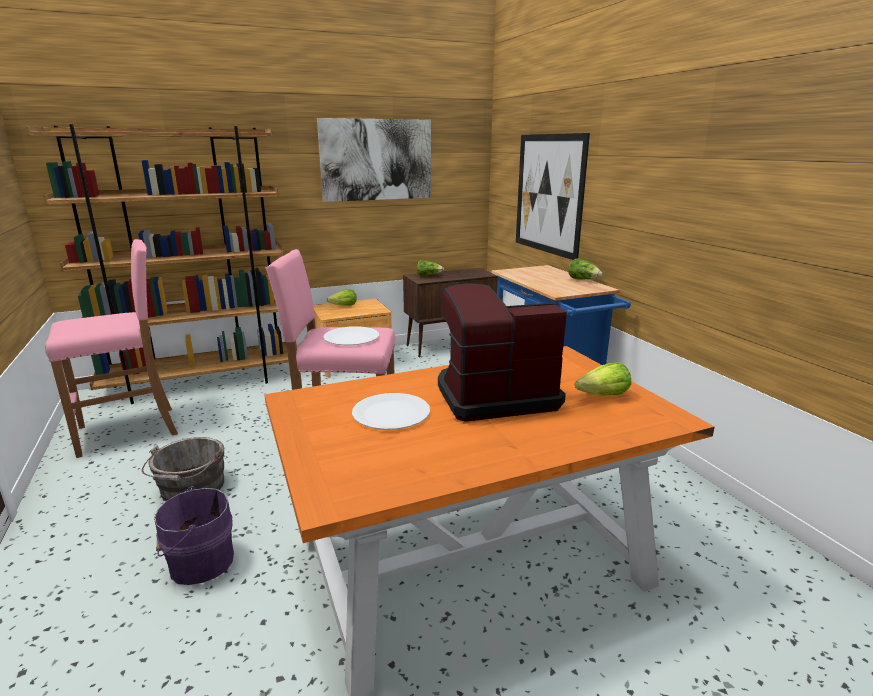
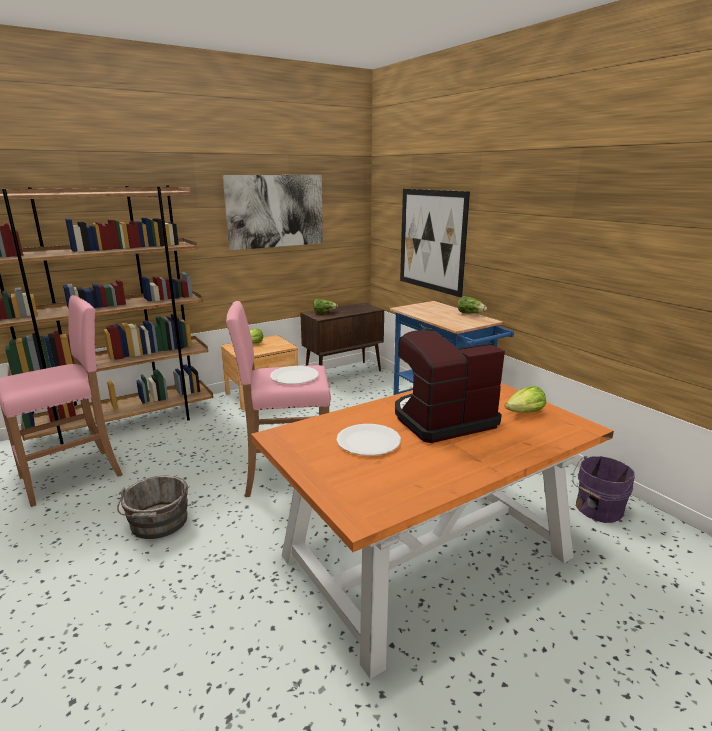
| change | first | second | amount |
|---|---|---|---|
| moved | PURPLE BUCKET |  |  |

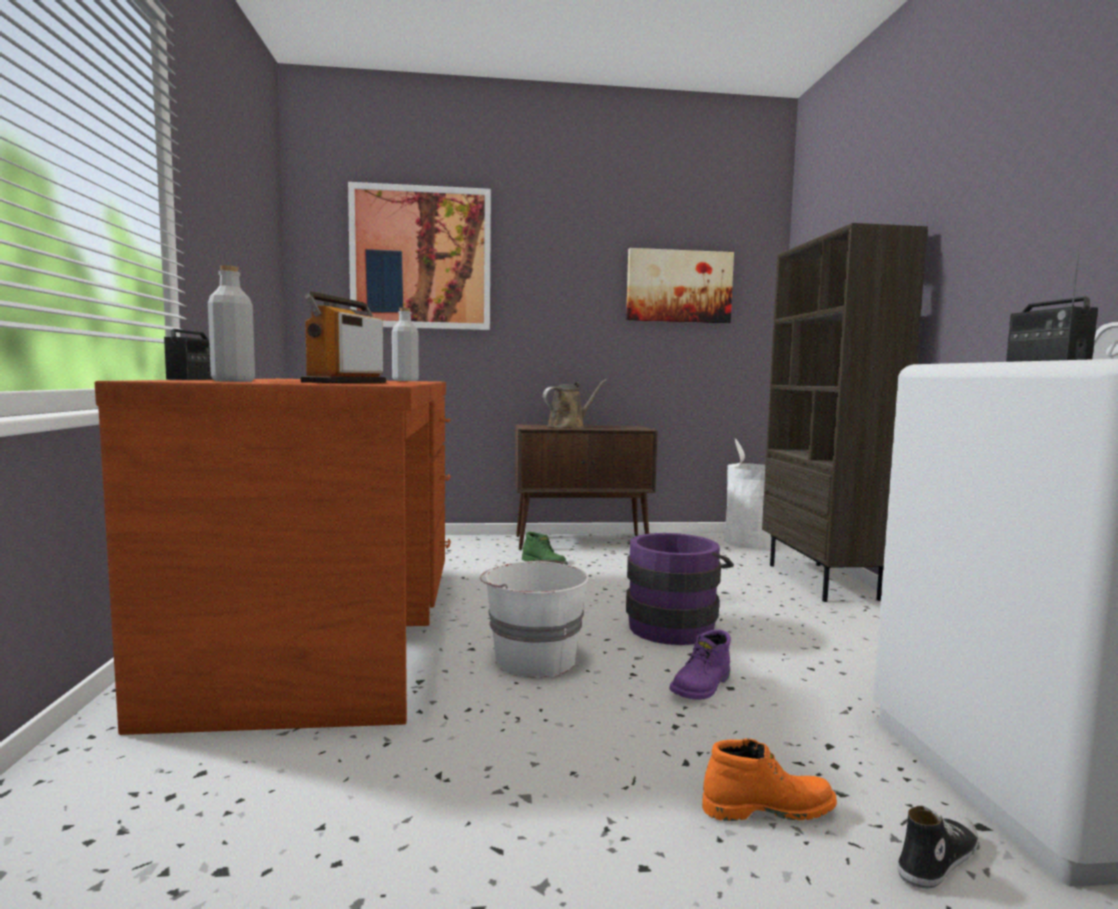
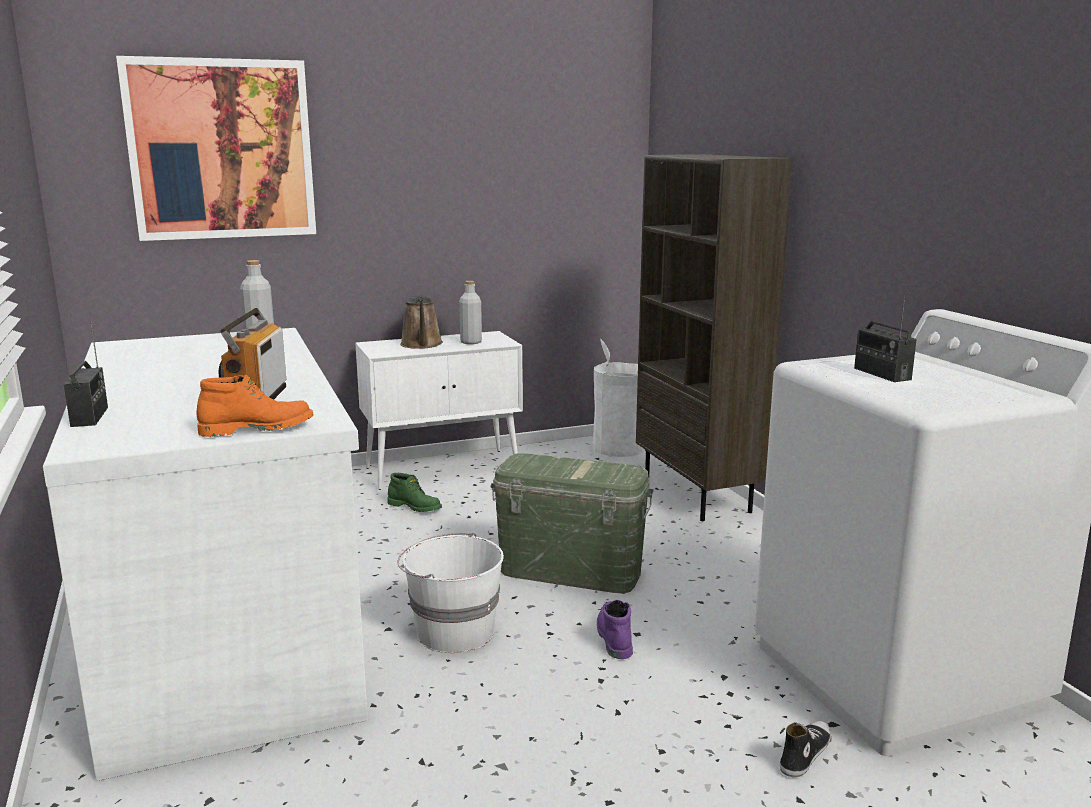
| change | first | second | amount |
|---|---|---|---|
| recoloured | BROWN DESK | WHITE DESK |  |
| moved | GREY BOTTLE (1st from left in the first image) | GREY BOTTLE (2nd from left) |  |
| recoloured | BROWN CABINET | WHITE CABINET |  |
| turned | BROWN WATERING CAN |  | 135 degrees clockwise |
| removed | PICTURE (2nd from left) |  |  |
| replaced | PURPLE BUCKET | GREEN STORAGE BOX |  |
| turned | PURPLE BOOT |  | 150 degrees clockwise |
| moved | ORANGE BOOT |  |  |

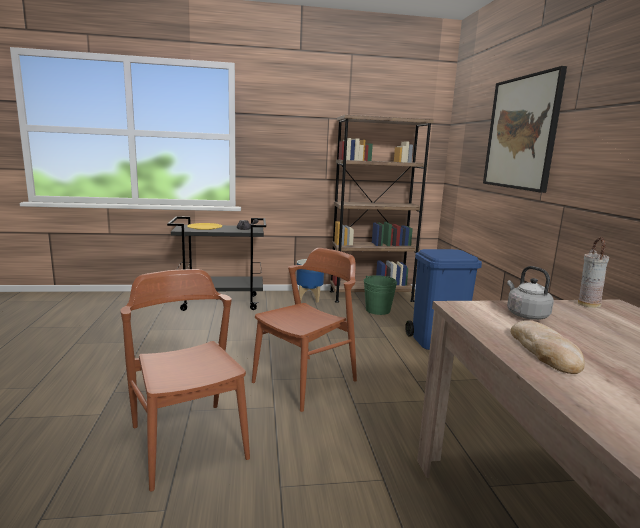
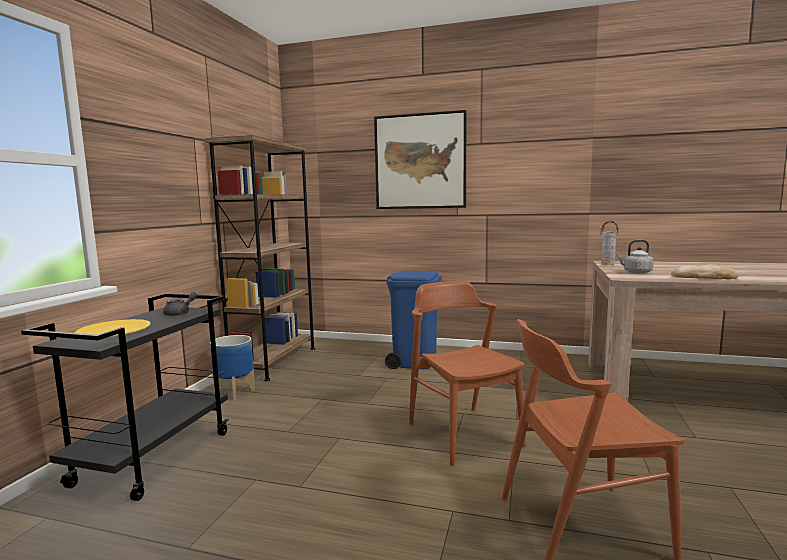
| change | first | second | amount |
|---|---|---|---|
| removed | GREEN BUCKET |  |  |

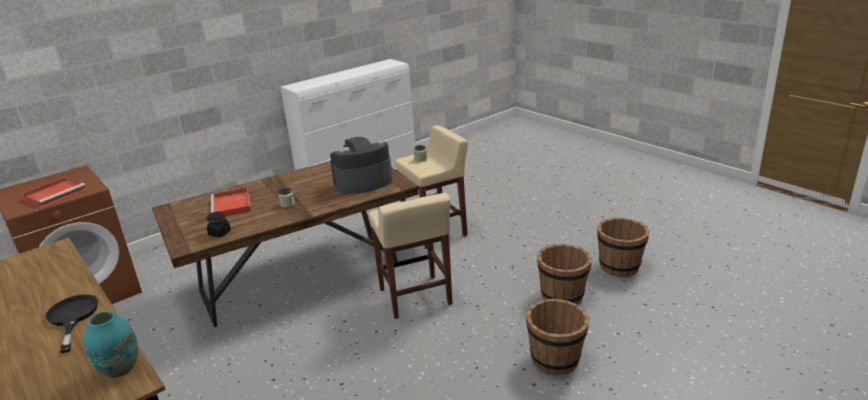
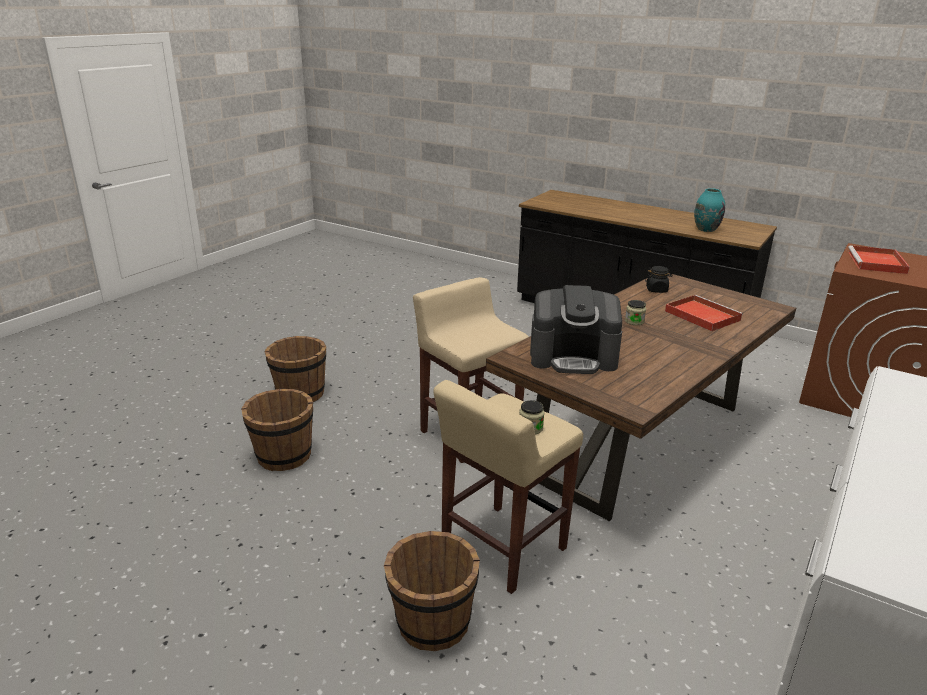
| change | first | second | amount |
|---|---|---|---|
| removed | BLACK FRYING PAN |  |  |
| moved | TURQUOISE VASE |  |  |
| turned | COFFEE MACHINE |  | 45 degrees clockwise |
| moved | BROWN BUCKET (3rd from left) |  |  |

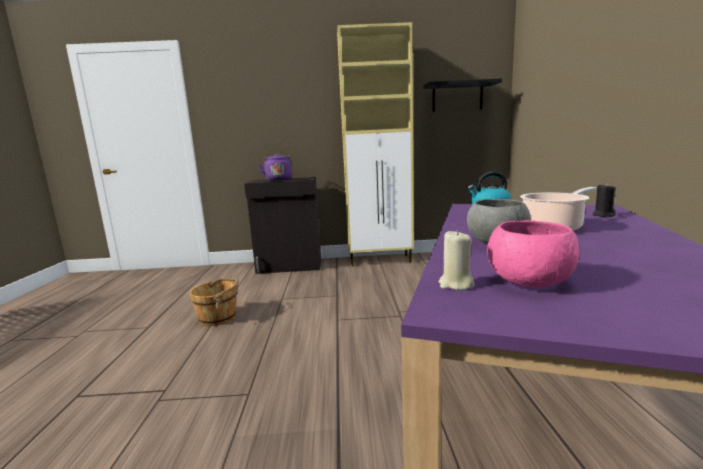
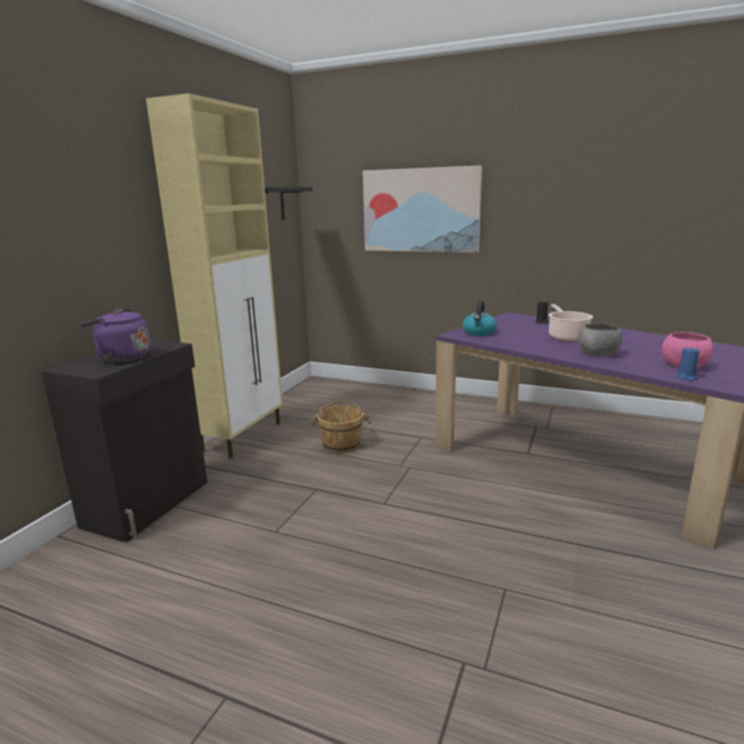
| change | first | second | amount |
|---|---|---|---|
| moved | BROWN BUCKET |  |  |
| recoloured | BEIGE CANDLE | BLUE CANDLE |  |
| added |  | PICTURE |  |

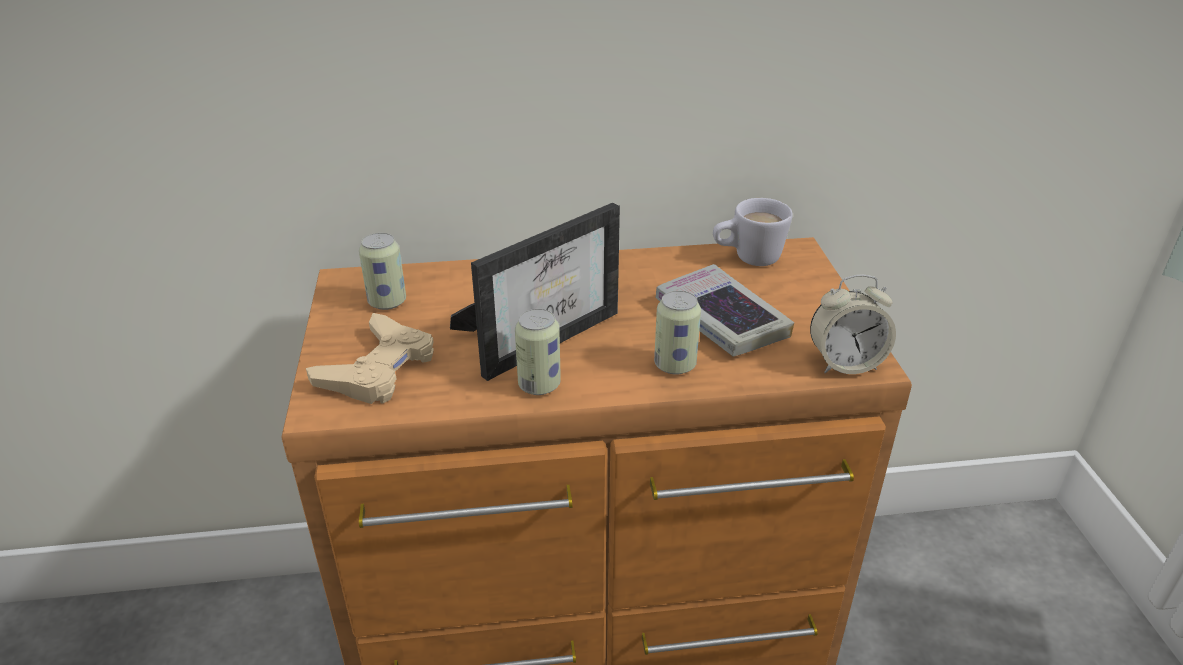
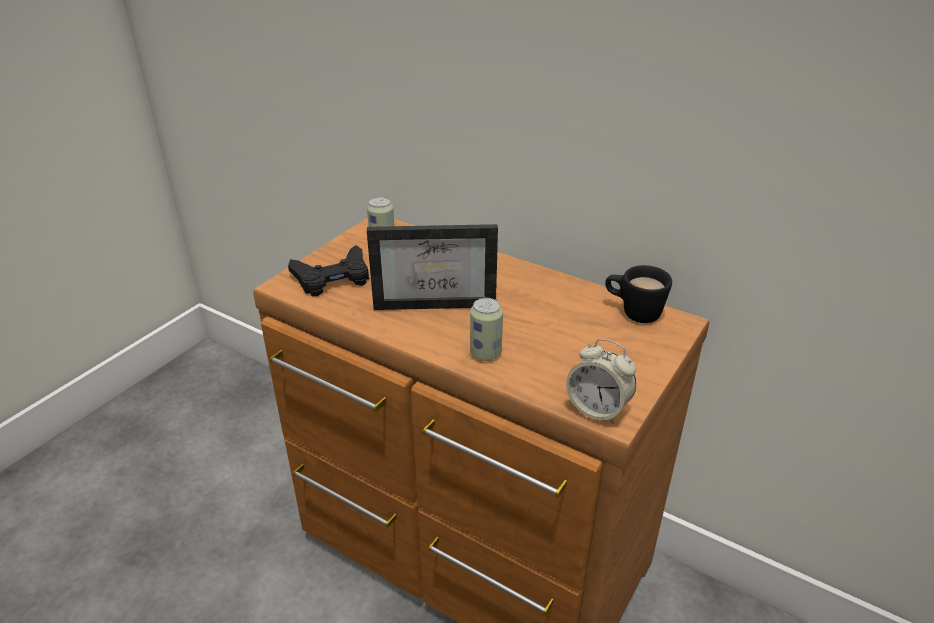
| change | first | second | amount |
|---|---|---|---|
| recoloured | BEIGE GAME CONTROLLER | BLACK GAME CONTROLLER |  |
| removed | CAN (2nd from left) |  |  |
| removed | BOOK |  |  |
| recoloured | WHITE MUG | BLACK MUG |  |

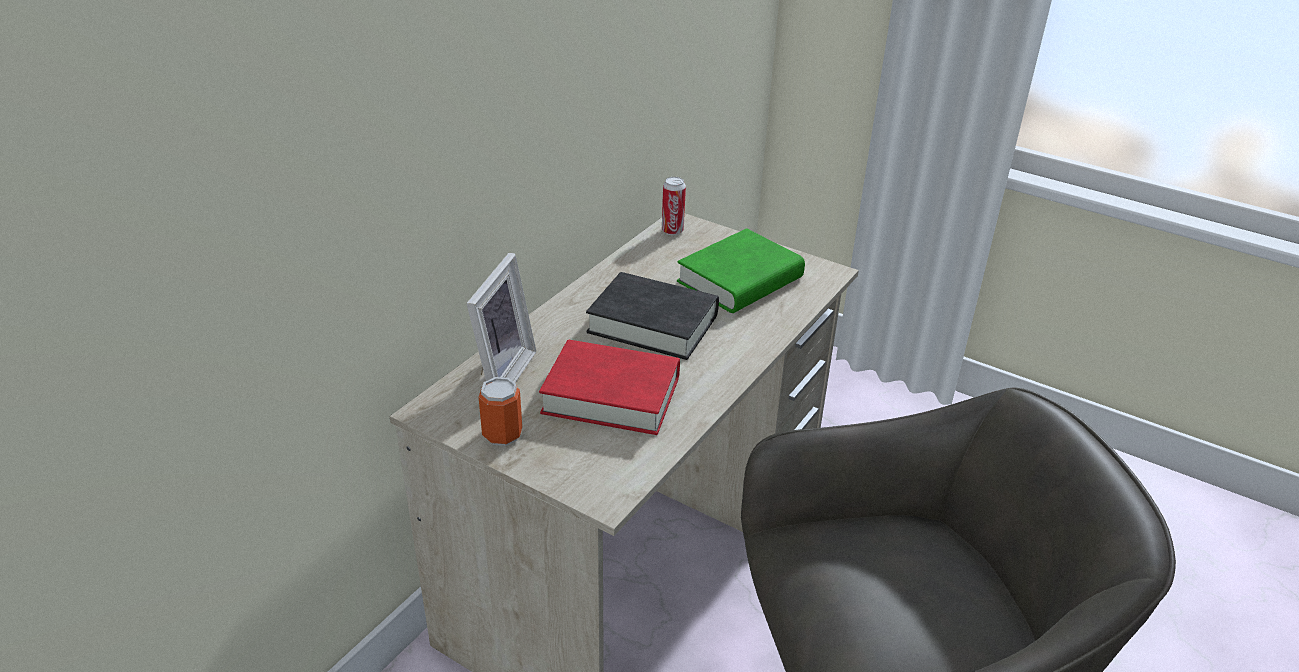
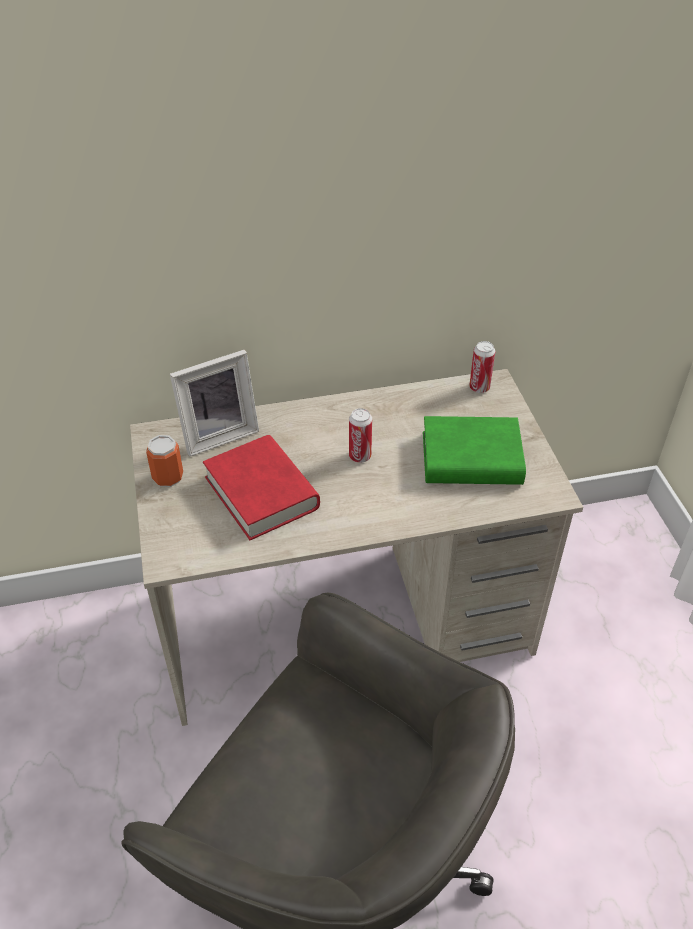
| change | first | second | amount |
|---|---|---|---|
| replaced | BLACK BOOK | CAN (2nd from left) |  |

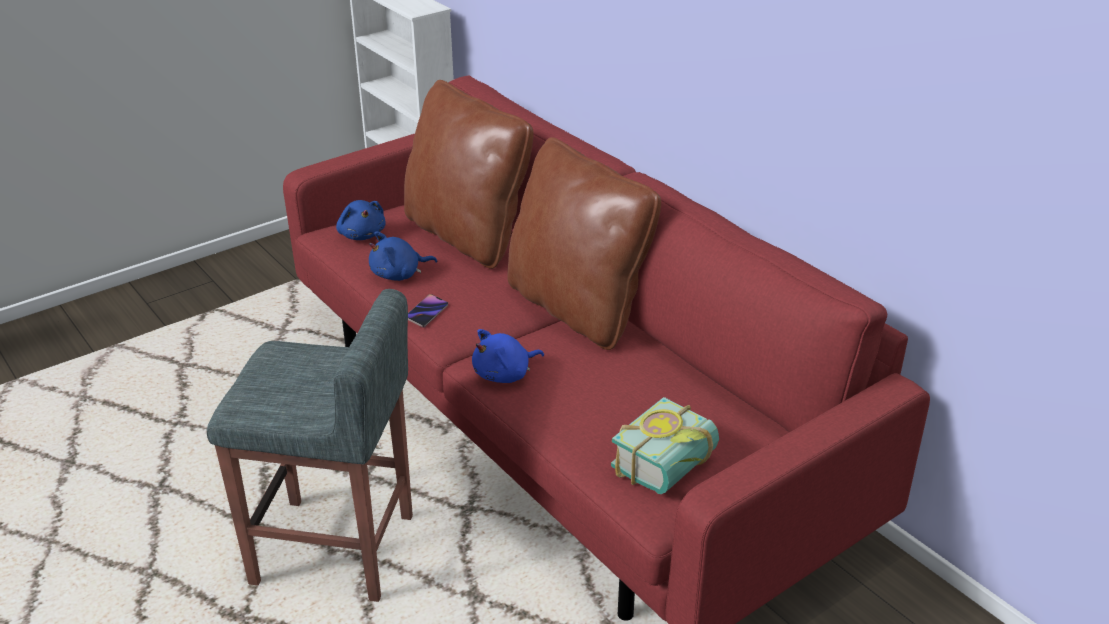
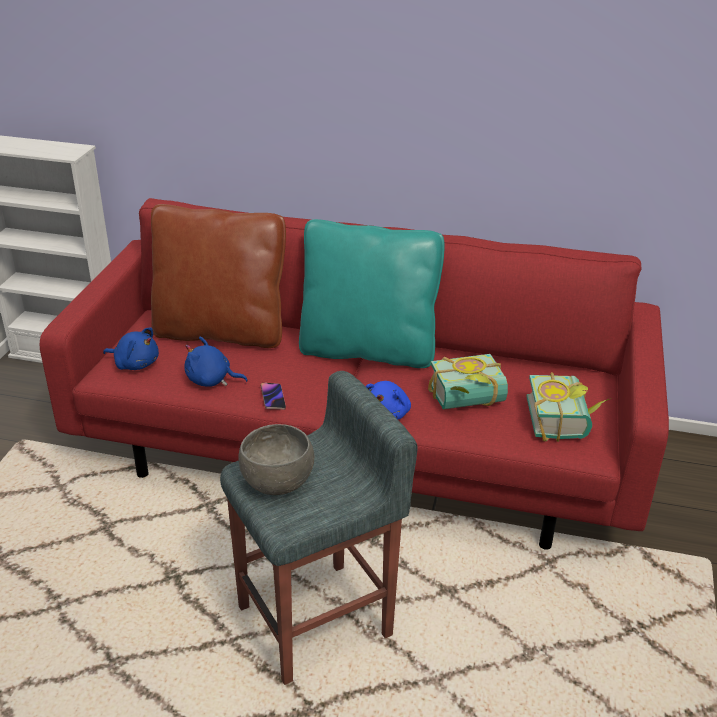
| change | first | second | amount |
|---|---|---|---|
| turned | BLUE PLUSH TOY (2nd from left) |  | 75 degrees clockwise |
| recoloured | BROWN PILLOW (2nd from left) | TURQUOISE PILLOW |  |
| added |  | GREY BOWL |  |
| added |  | BOOK (1st from left) |  |

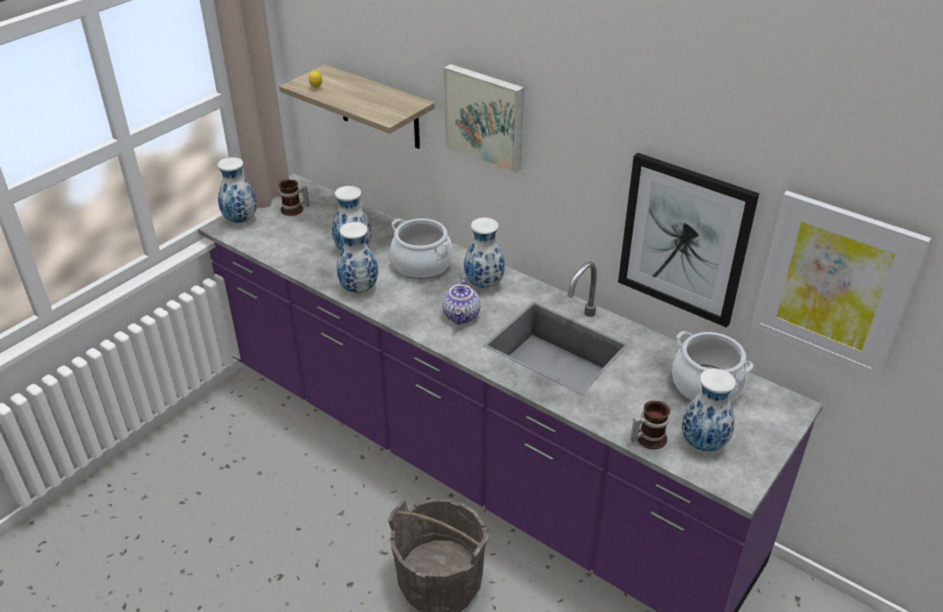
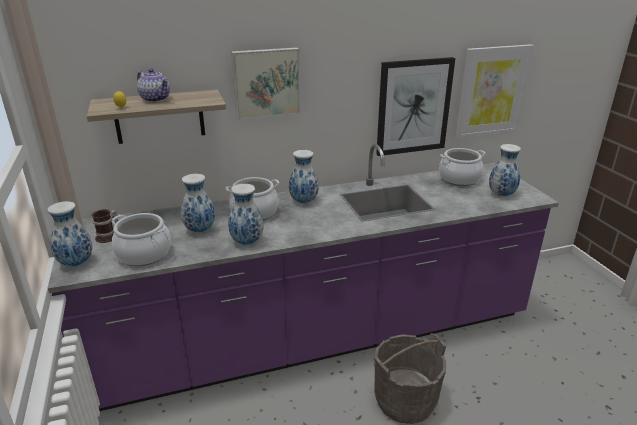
| change | first | second | amount |
|---|---|---|---|
| moved | TEAPOT |  |  |
| removed | MUG (2nd from left) |  |  |
| added |  | COOKING POT (1st from left) |  |

